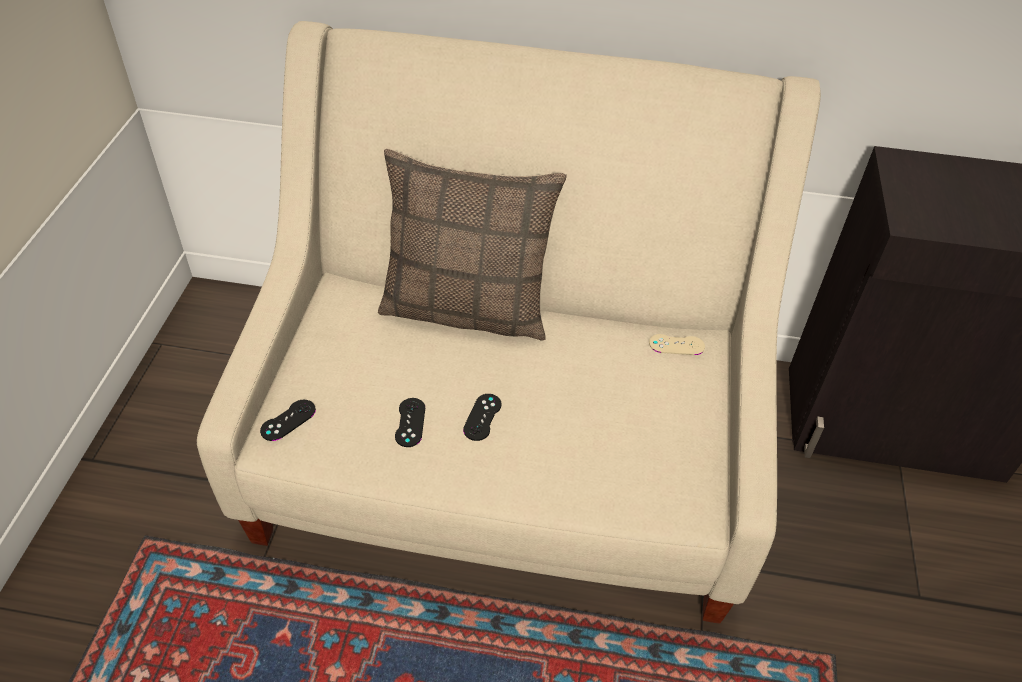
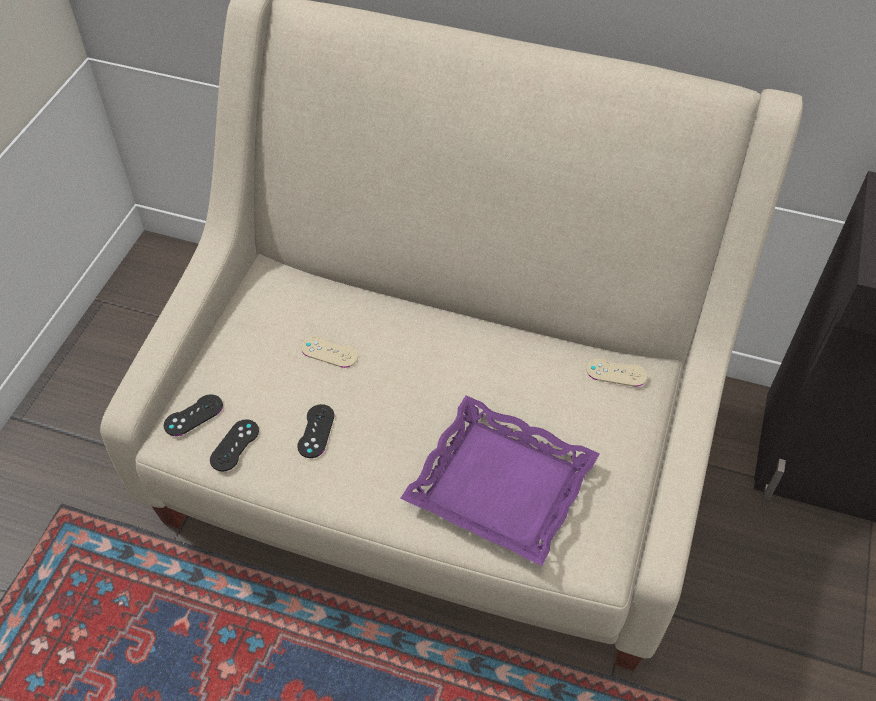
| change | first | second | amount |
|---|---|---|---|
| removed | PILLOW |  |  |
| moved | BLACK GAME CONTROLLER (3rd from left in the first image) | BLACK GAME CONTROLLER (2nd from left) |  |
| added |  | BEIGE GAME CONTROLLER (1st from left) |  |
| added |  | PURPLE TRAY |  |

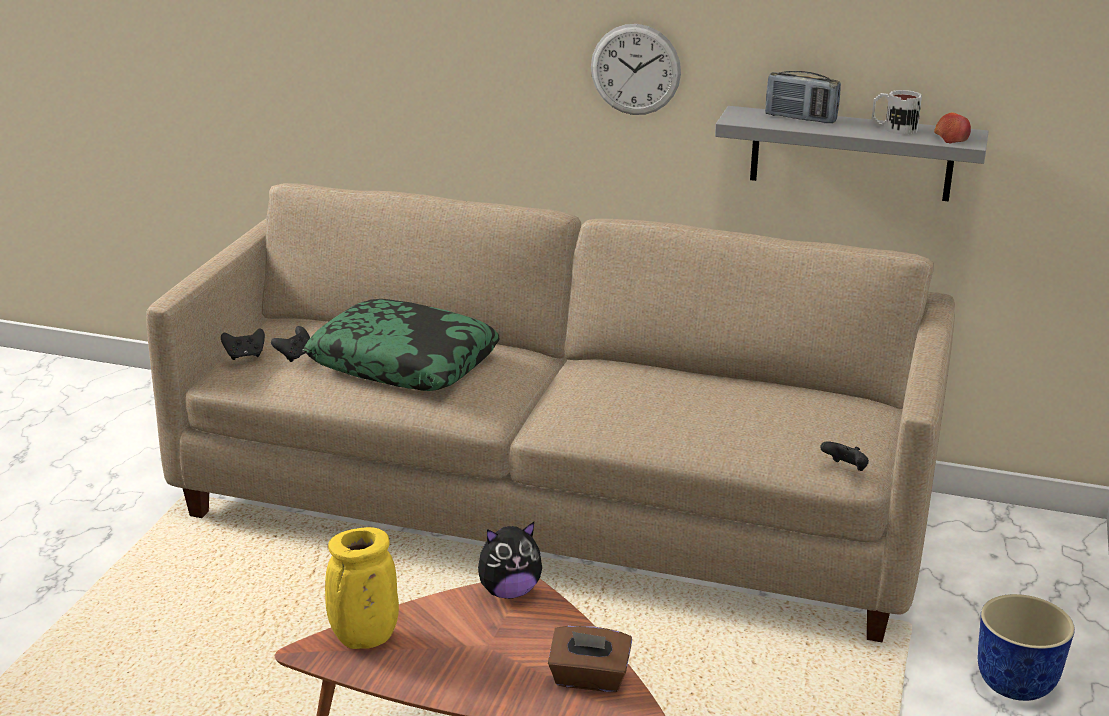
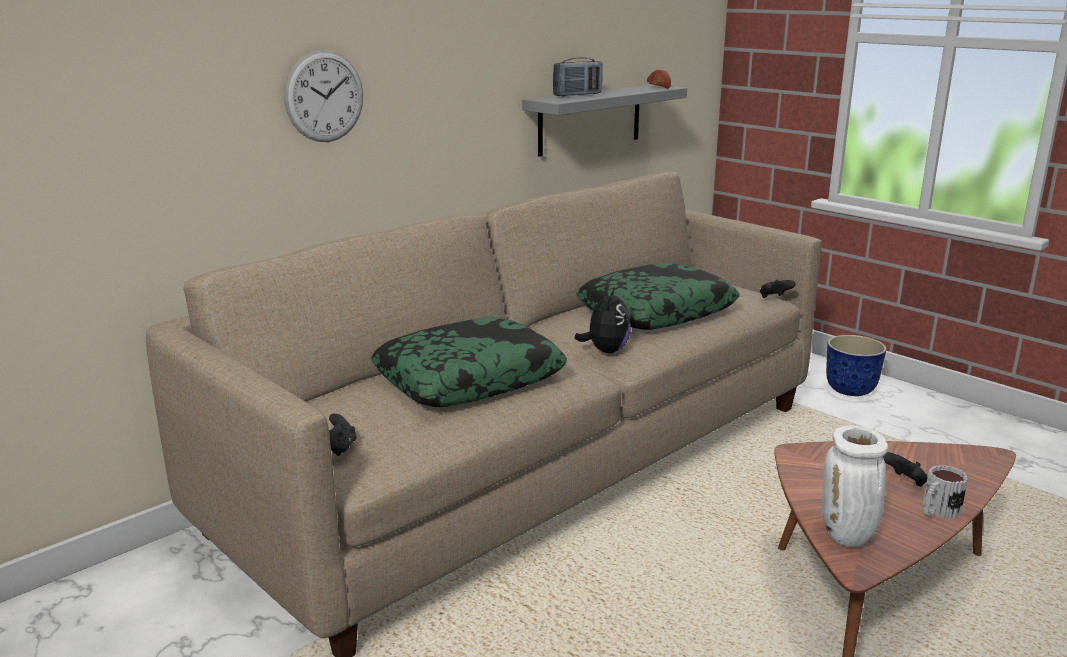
| change | first | second | amount |
|---|---|---|---|
| moved | BLACK GAME CONTROLLER (2nd from left in the first image) | BLACK GAME CONTROLLER (3rd from left) |  |
| recoloured | YELLOW VASE | WHITE VASE |  |
| moved | PLUSH TOY |  |  |
| removed | BROWN TISSUE BOX |  |  |
| moved | WALL CLOCK |  |  |
| moved | MUG |  |  |
| added |  | PILLOW (2nd from left) |  |

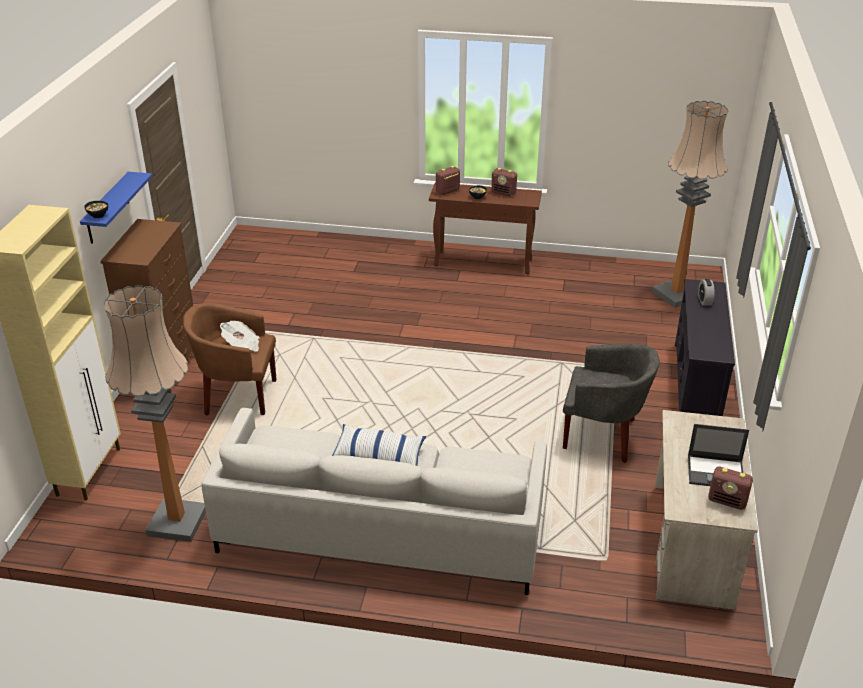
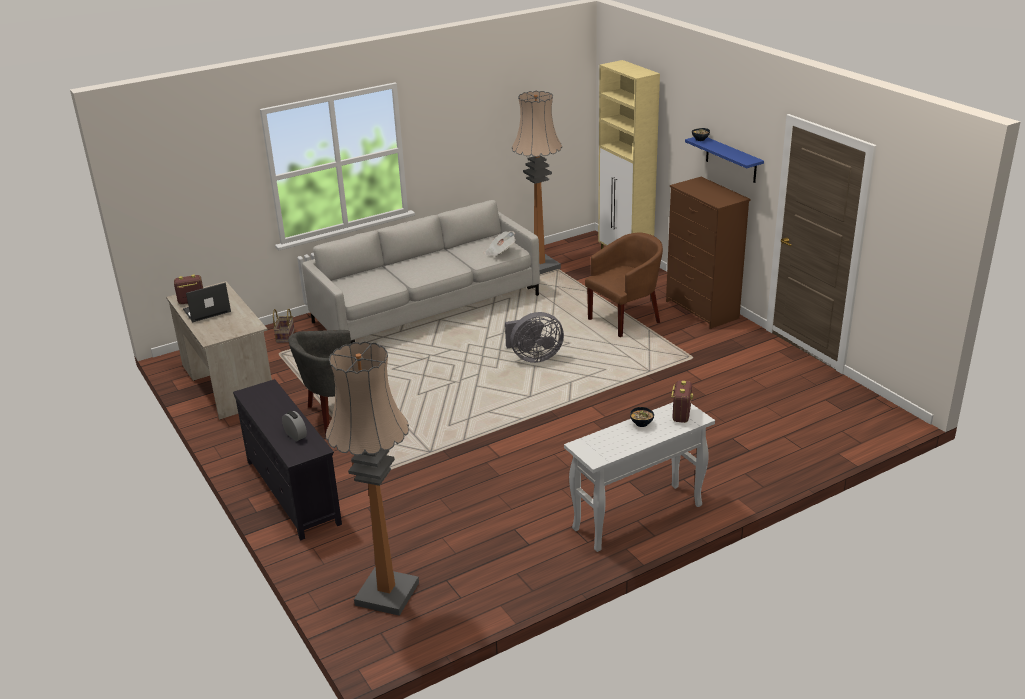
| change | first | second | amount |
|---|---|---|---|
| moved | NEWSPAPER |  |  |
| removed | PILLOW |  |  |
| recoloured | BROWN CONSOLE TABLE | WHITE CONSOLE TABLE |  |
| removed | RADIO (2nd from left) |  |  |
| added |  | BASKET |  |
| added |  | GREY FAN |  |

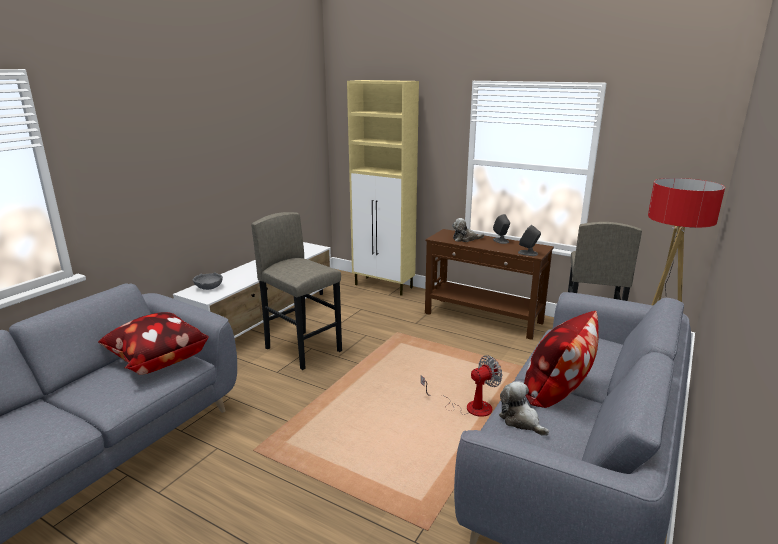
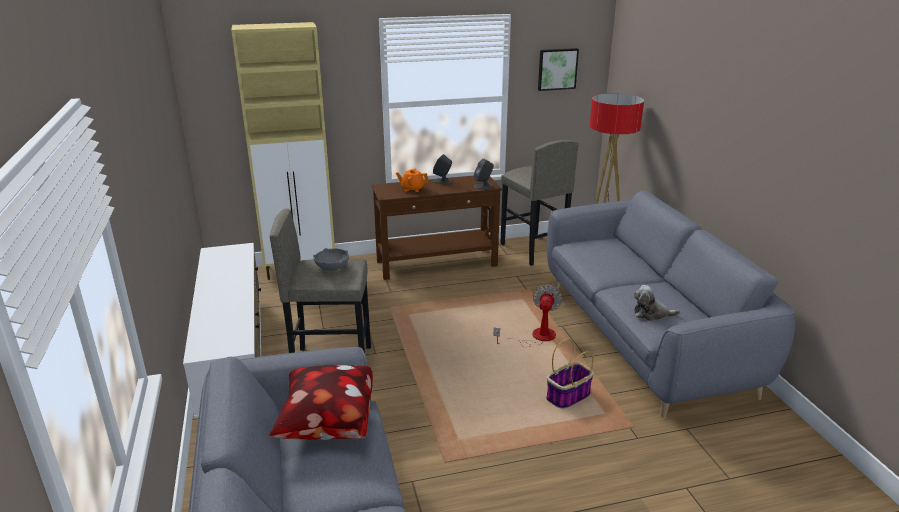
| change | first | second | amount |
|---|---|---|---|
| moved | GREY BOWL |  |  |
| replaced | PLUSH TOY (1st from left) | ORANGE TEAPOT |  |
| removed | PILLOW (2nd from left) |  |  |
| added |  | PICTURE |  |
| added |  | BASKET |  |

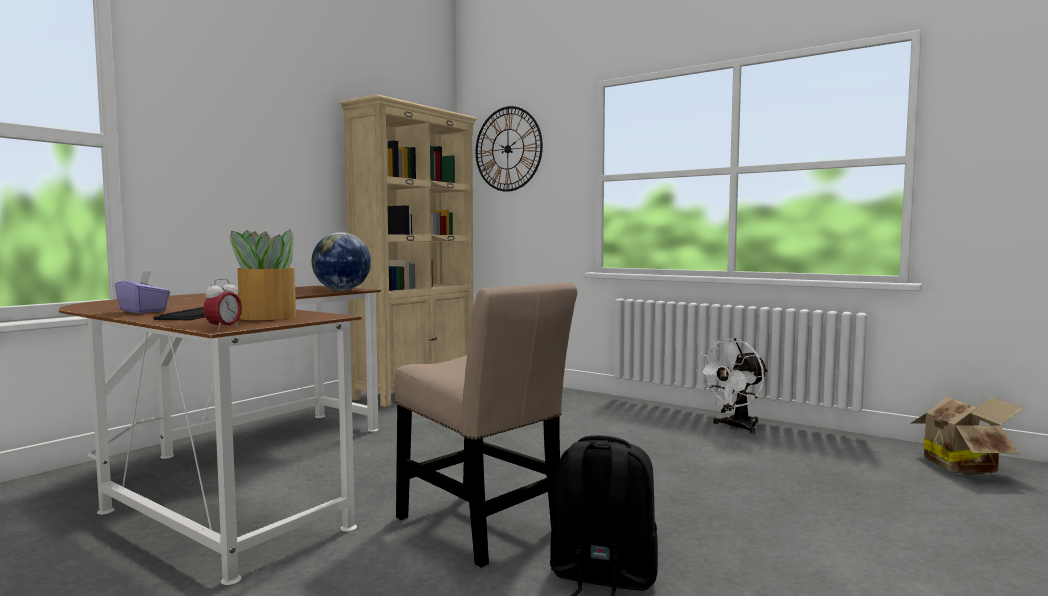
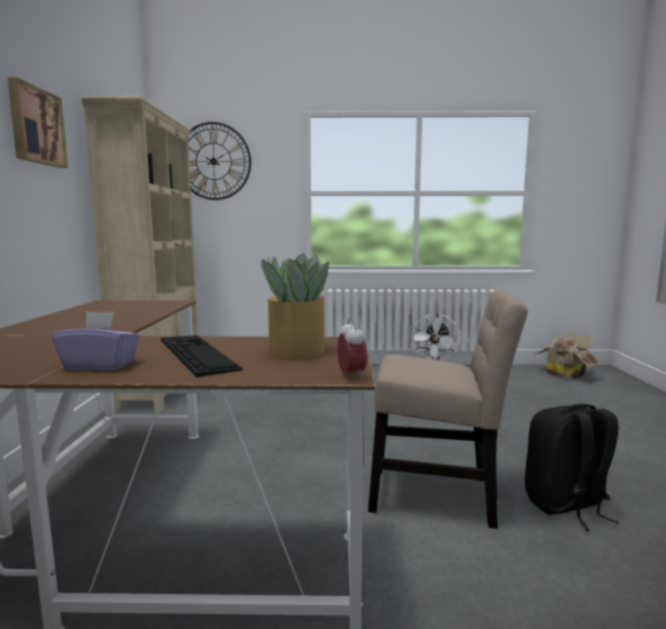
| change | first | second | amount |
|---|---|---|---|
| removed | GLOBE |  |  |
| added |  | PICTURE |  |

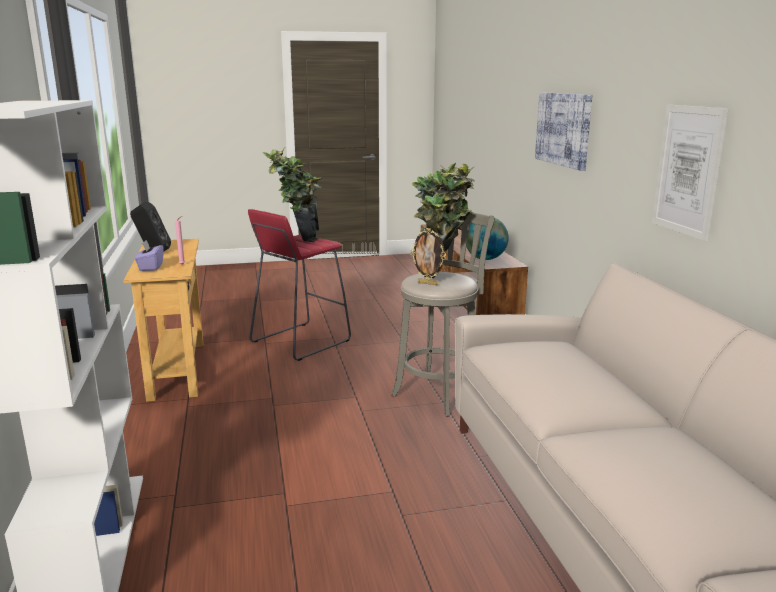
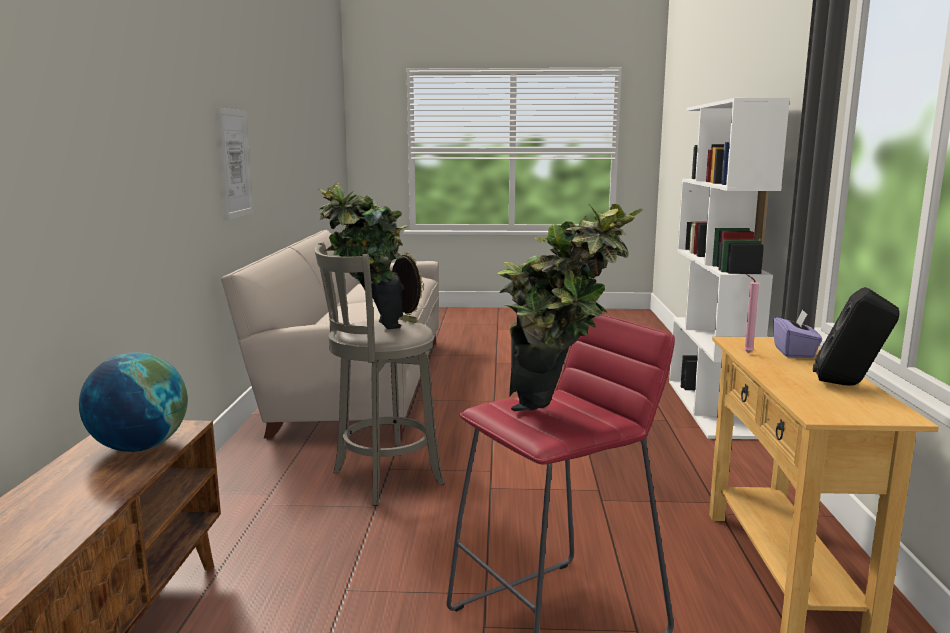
| change | first | second | amount |
|---|---|---|---|
| removed | PICTURE (1st from left) |  |  |

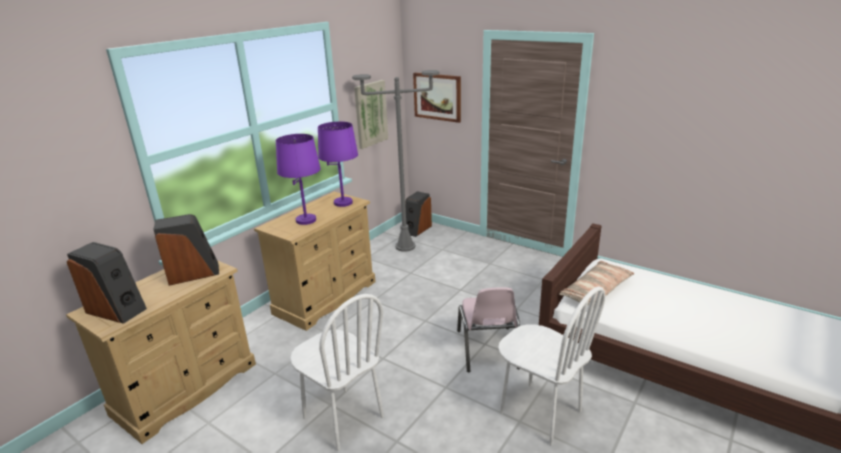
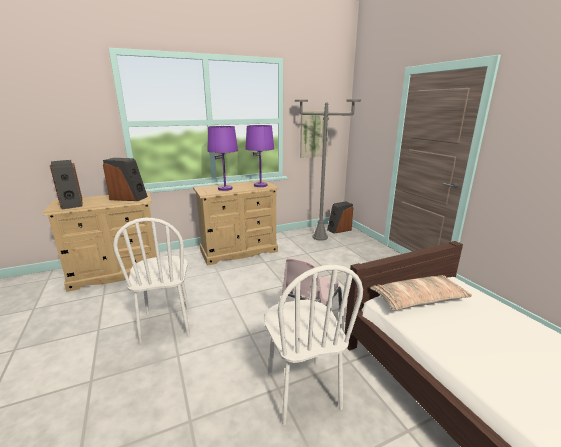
| change | first | second | amount |
|---|---|---|---|
| removed | PICTURE (2nd from left) |  |  |

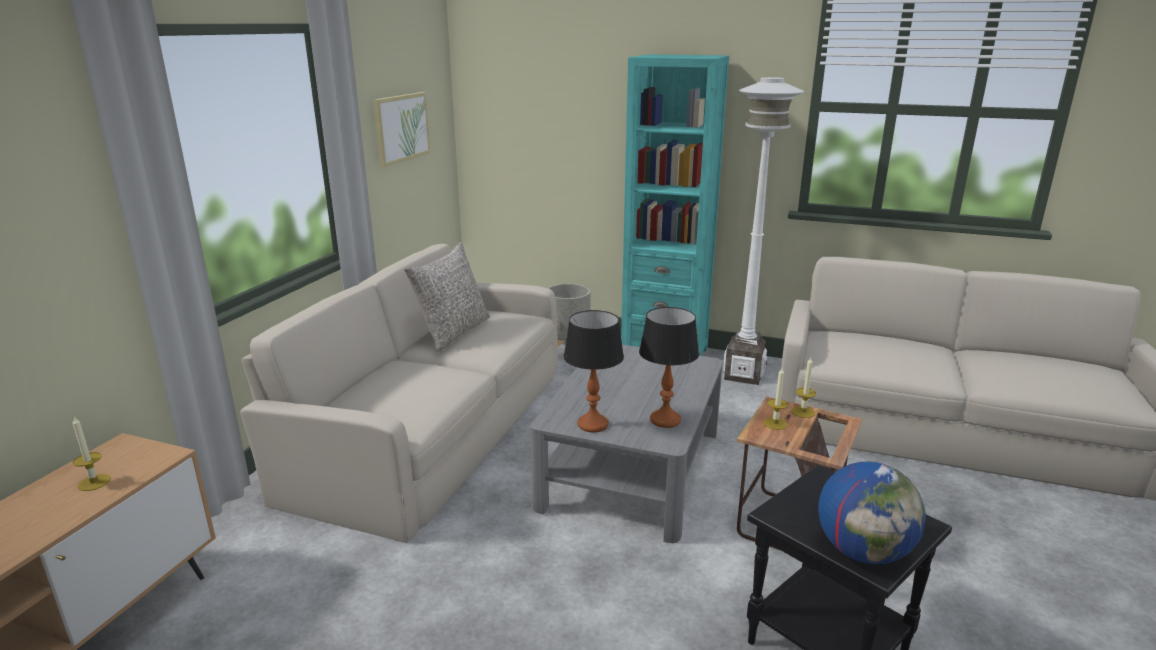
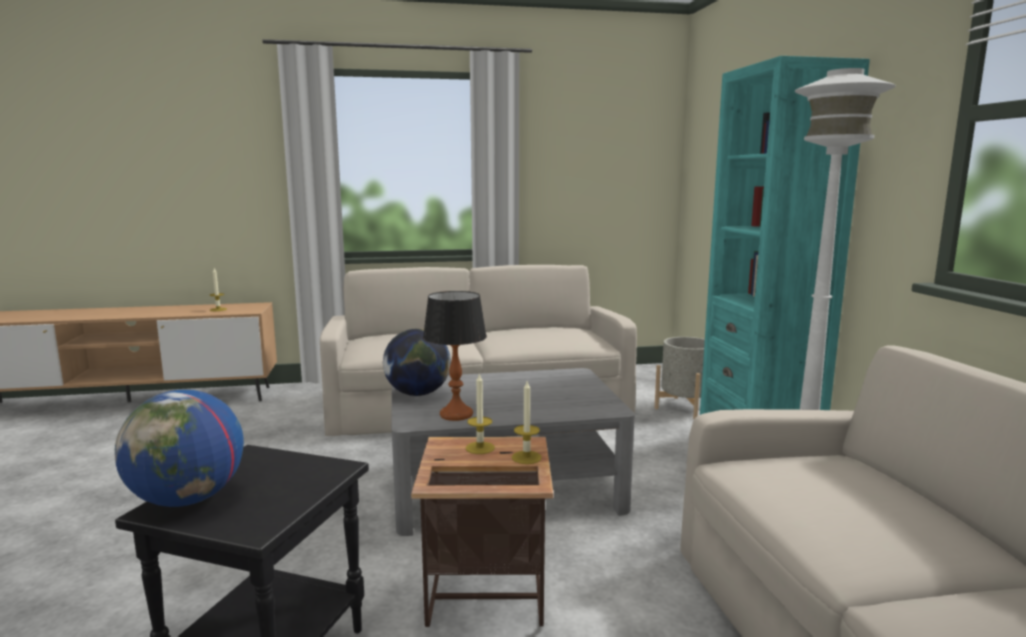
| change | first | second | amount |
|---|---|---|---|
| removed | PICTURE |  |  |
| removed | GREY PILLOW |  |  |
| replaced | TABLE LAMP (1st from left) | GLOBE (2nd from left) |  |

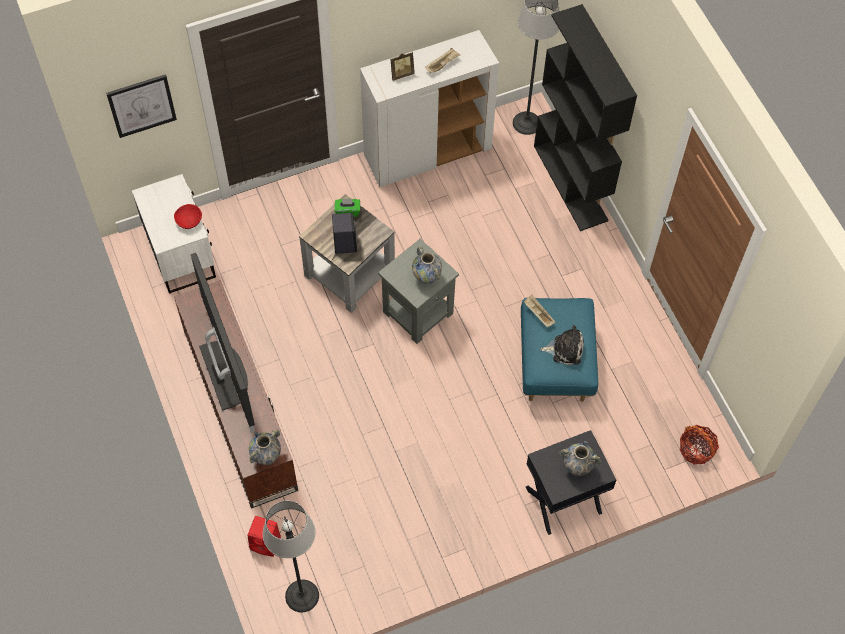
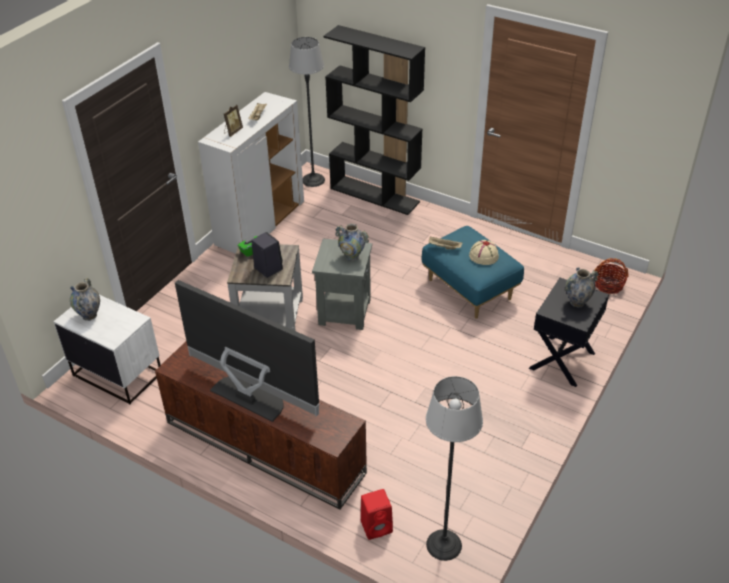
| change | first | second | amount |
|---|---|---|---|
| removed | PICTURE |  |  |
| removed | RED BOWL |  |  |
| moved | VASE (1st from left) |  |  |
| replaced | PLUSH TOY | BEIGE HAT |  |

